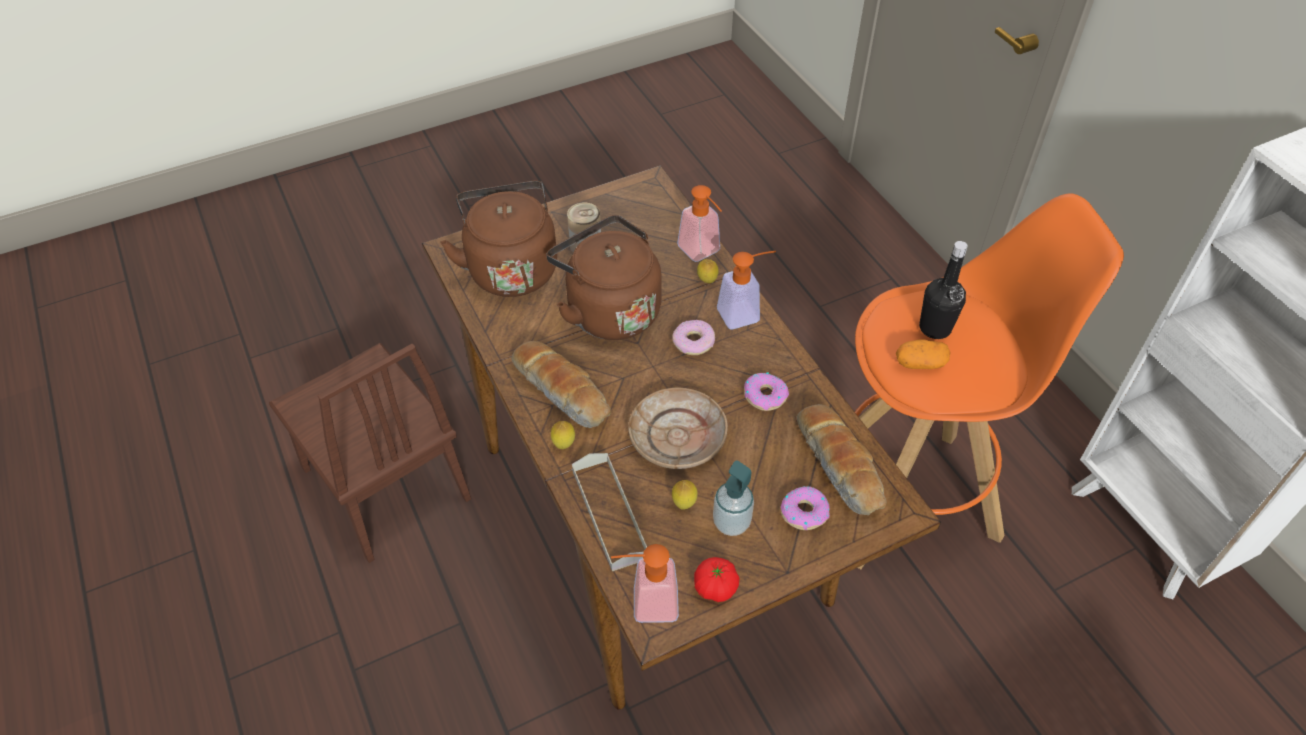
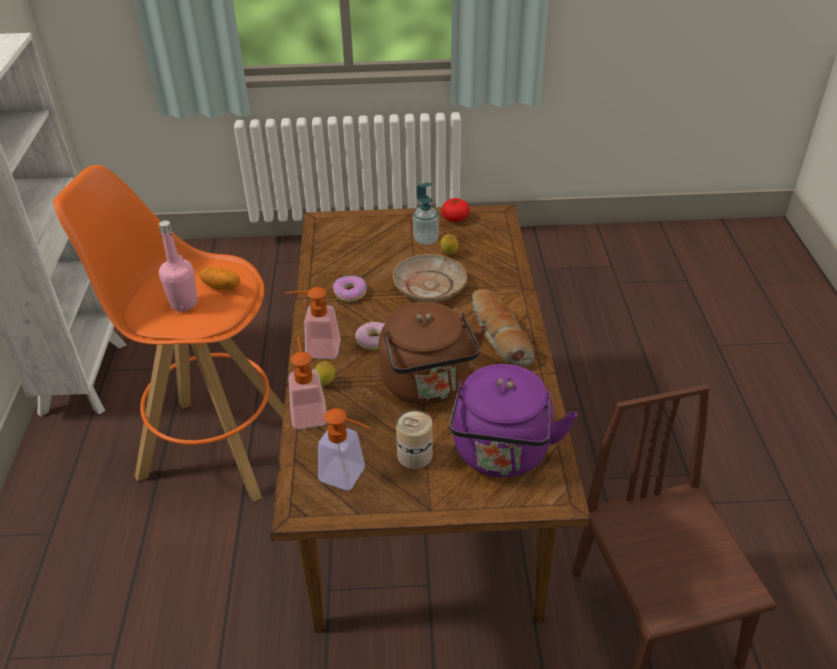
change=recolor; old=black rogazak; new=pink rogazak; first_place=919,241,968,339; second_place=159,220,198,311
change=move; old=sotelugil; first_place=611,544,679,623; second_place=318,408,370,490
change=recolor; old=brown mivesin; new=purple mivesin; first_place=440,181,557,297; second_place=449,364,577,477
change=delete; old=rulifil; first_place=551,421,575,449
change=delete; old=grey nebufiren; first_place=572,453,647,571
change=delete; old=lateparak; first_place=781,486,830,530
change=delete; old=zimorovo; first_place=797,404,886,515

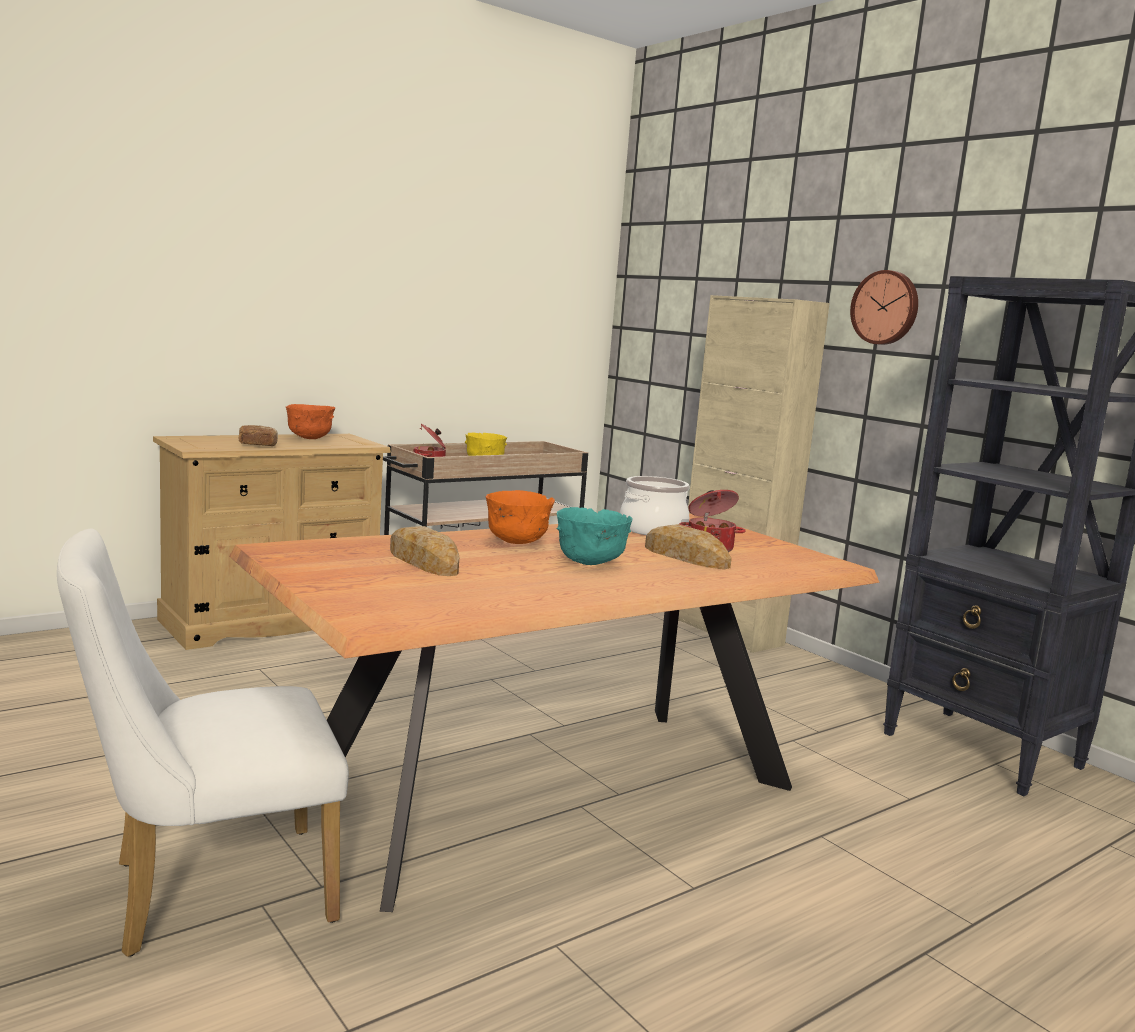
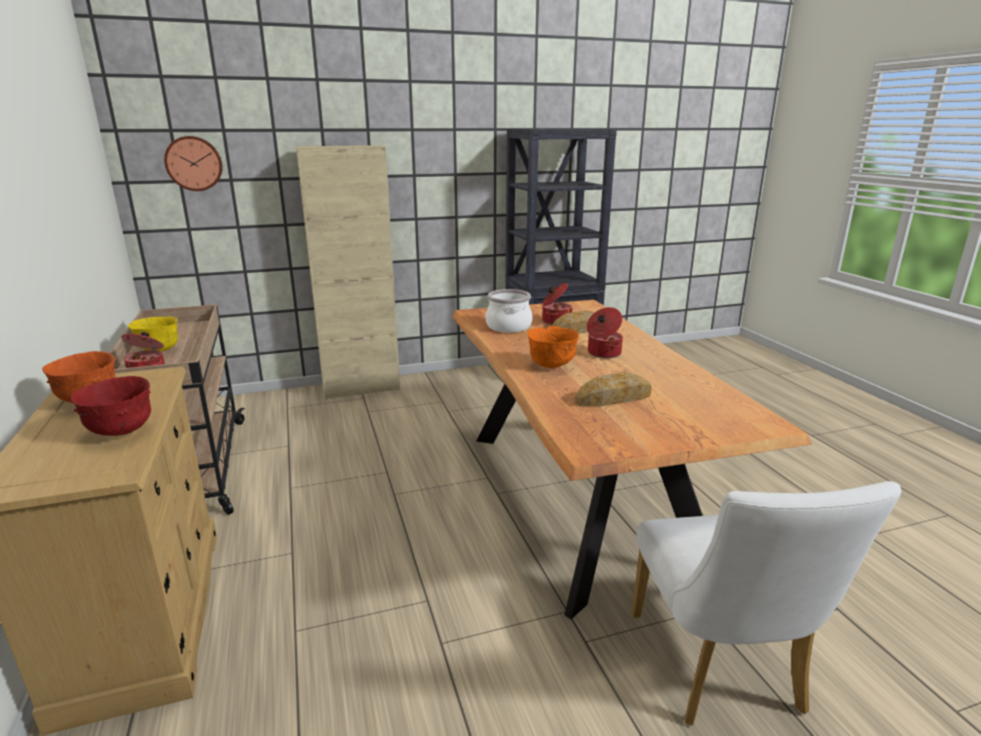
change=replace; old=zimorovo; new=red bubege; first_place=239,425,278,446; second_place=71,376,151,436
change=move; old=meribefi; first_place=850,270,918,345; second_place=164,136,223,191
change=replace; old=turquoise bubege; new=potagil; first_place=556,507,633,565; second_place=587,307,623,358

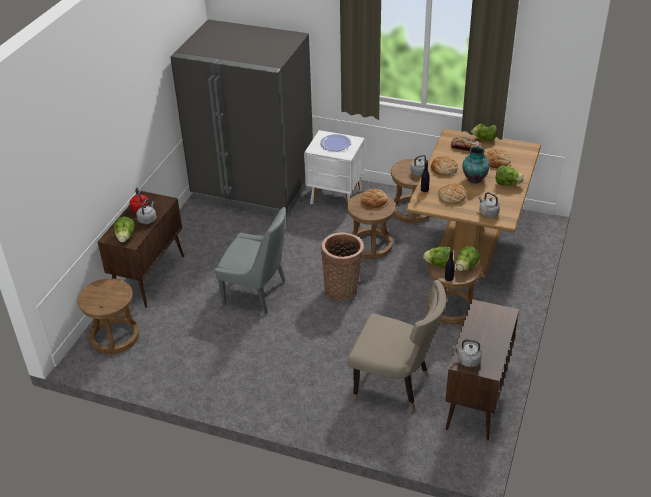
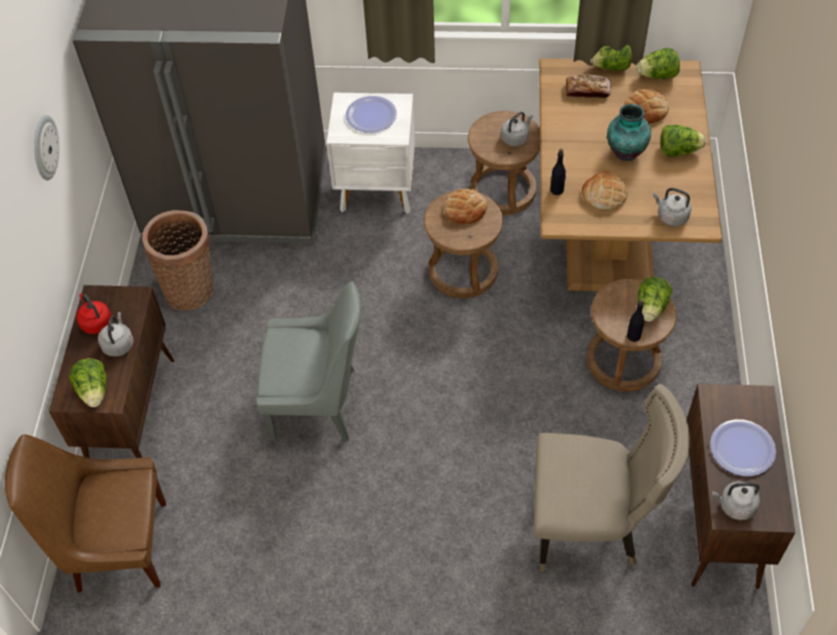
change=replace; old=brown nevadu; new=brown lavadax; first_place=77,278,139,354; second_place=5,434,166,593
change=insert; new=meribefi; second_place=34,115,59,180
change=move; old=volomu; first_place=321,233,364,301; second_place=142,210,213,311
change=move; old=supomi; first_place=423,247,450,267; second_place=636,48,680,79
change=insert; new=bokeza; second_place=710,419,776,476
change=delete; old=zimorovo; first_place=431,156,458,176

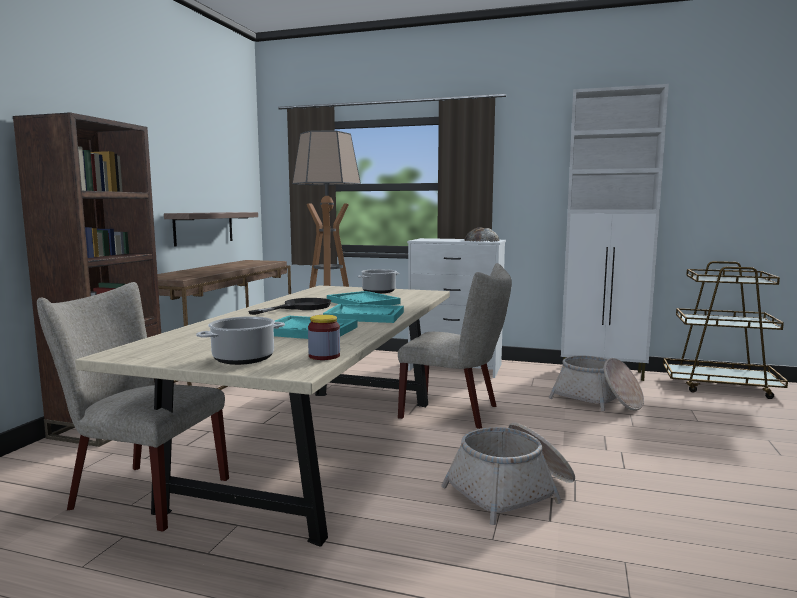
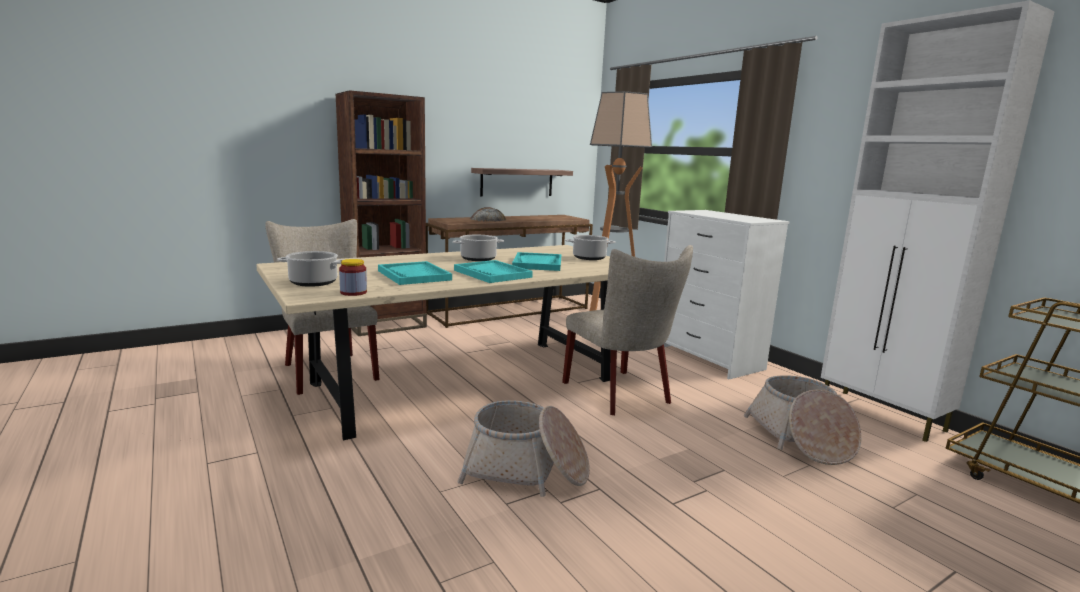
change=replace; old=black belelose; new=potagil; first_place=248,298,331,315; second_place=453,235,504,261
change=move; old=zimorovo; first_place=464,227,500,242; second_place=469,207,506,222

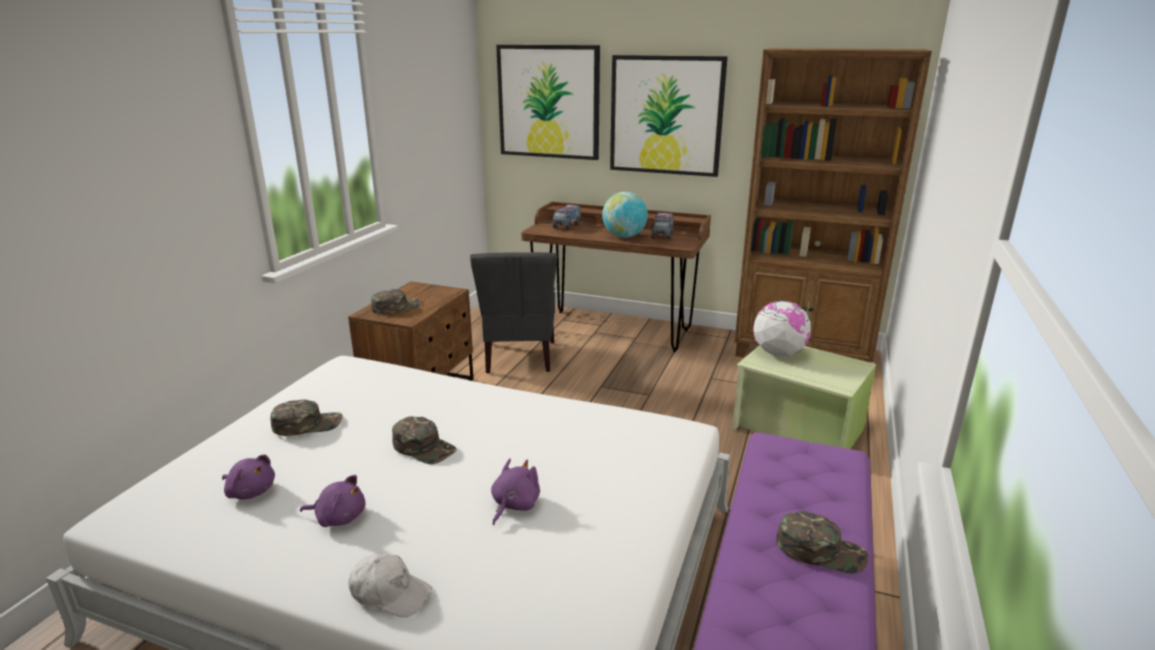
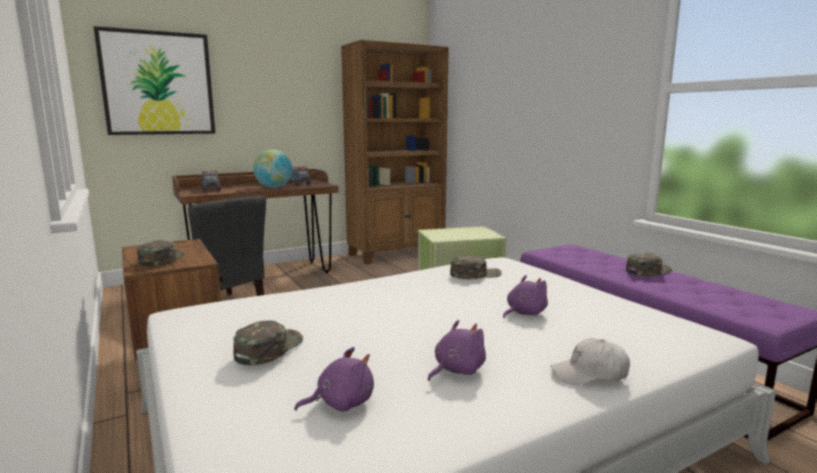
change=move; old=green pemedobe; first_place=392,416,457,464; second_place=450,255,501,279
change=rotate; old=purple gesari; first_place=491,459,540,525; second_place=503,275,548,318; degrees=75
change=rotate; old=white pemedobe; first_place=349,553,432,617; second_place=551,338,630,385; degrees=-150
change=delete; old=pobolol; first_place=610,55,728,177
change=delete; old=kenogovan; first_place=753,300,811,356

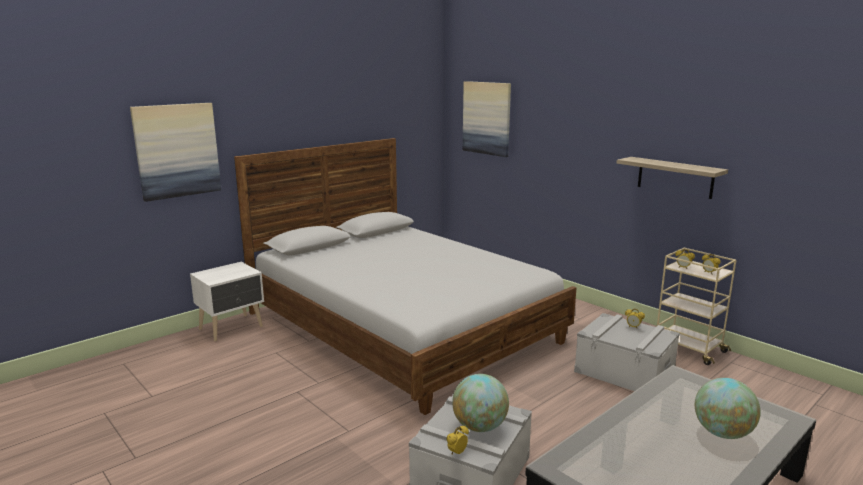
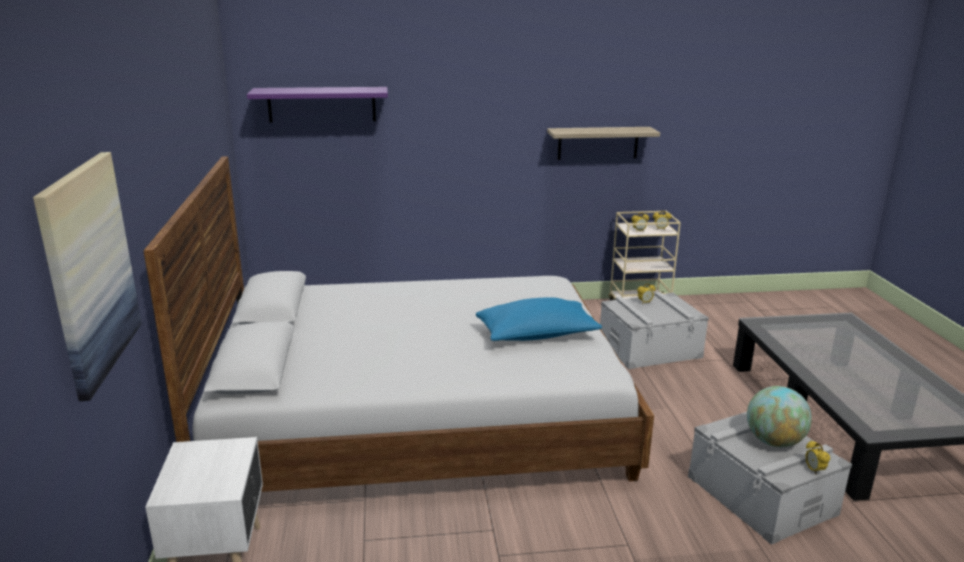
change=replace; old=pobolol; new=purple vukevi; first_place=463,81,511,157; second_place=247,87,388,123
change=insert; new=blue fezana; second_place=476,297,602,341
change=delete; old=kenogovan; first_place=695,378,761,439

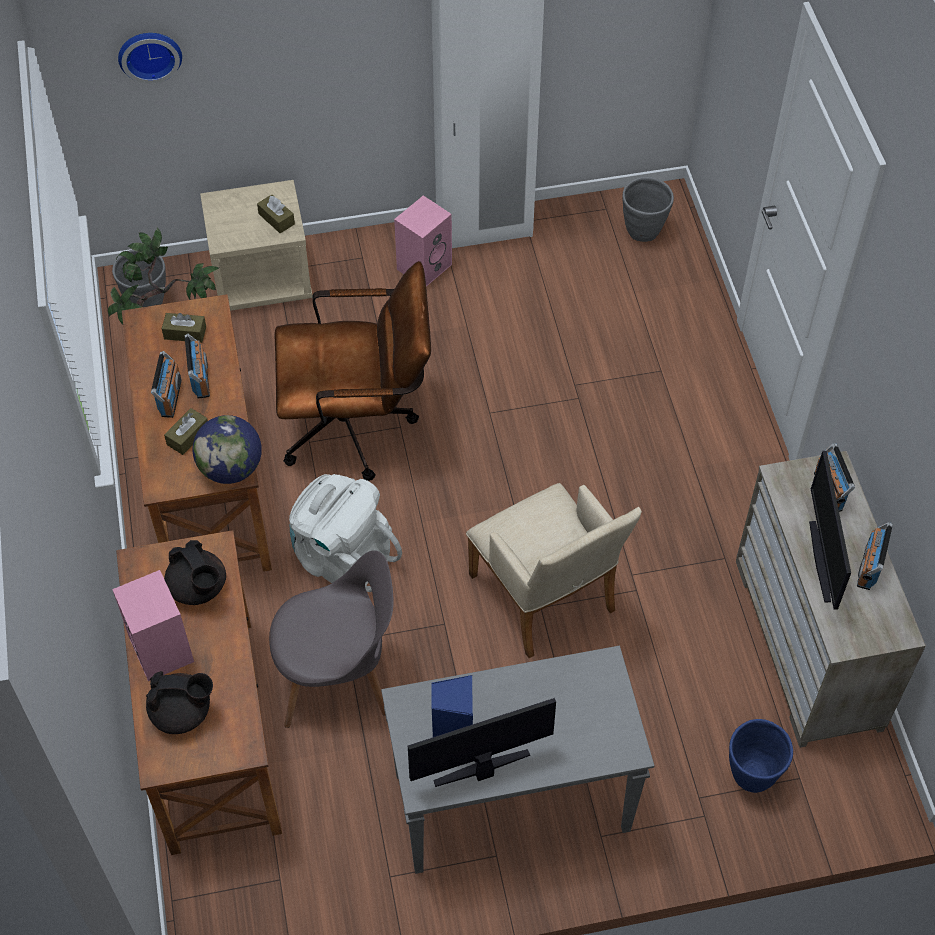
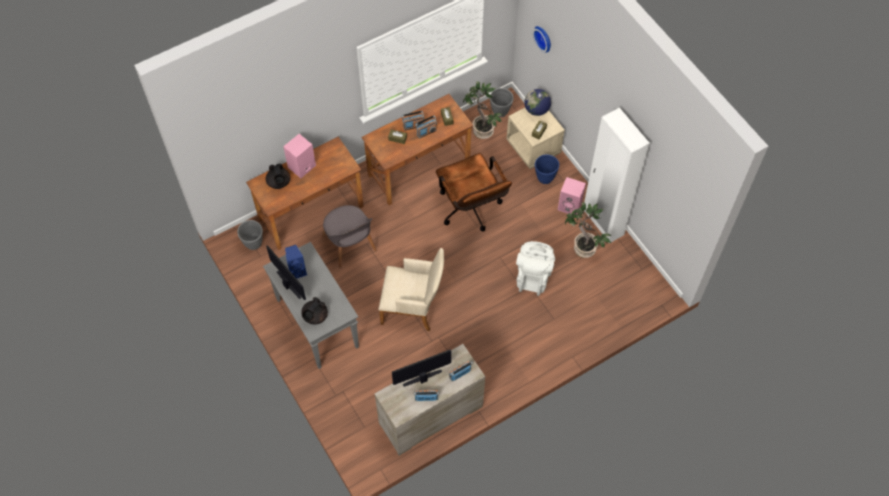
change=move; old=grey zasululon; first_place=622,177,674,242; second_place=237,220,263,250
change=move; old=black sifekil; first_place=164,540,226,605; second_place=301,297,328,324
change=rotate; old=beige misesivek; first_place=466,483,642,658; second_place=378,248,444,331; degrees=-120
change=move; old=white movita; first_place=289,474,402,592; second_place=516,241,555,296
change=move; old=kenogovan; first_place=193,415,262,484; second_place=524,89,551,116
change=move; old=blue zasululon; first_place=729,719,793,793; second_place=535,154,559,184
change=insert; new=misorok; second_place=565,202,611,258

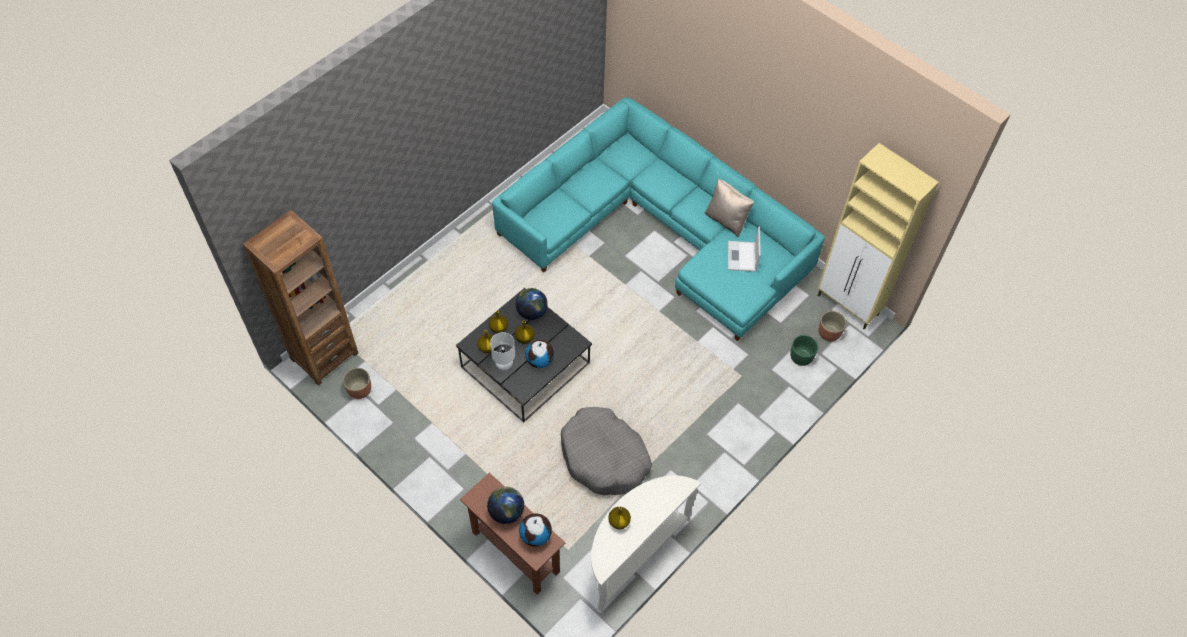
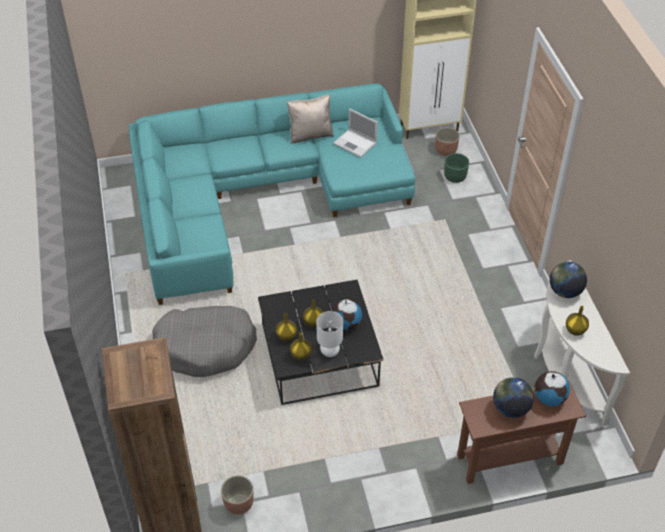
change=move; old=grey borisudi; first_place=561,407,652,495; second_place=152,306,257,377
change=move; old=kenogovan; first_place=516,288,548,320; second_place=550,262,587,298

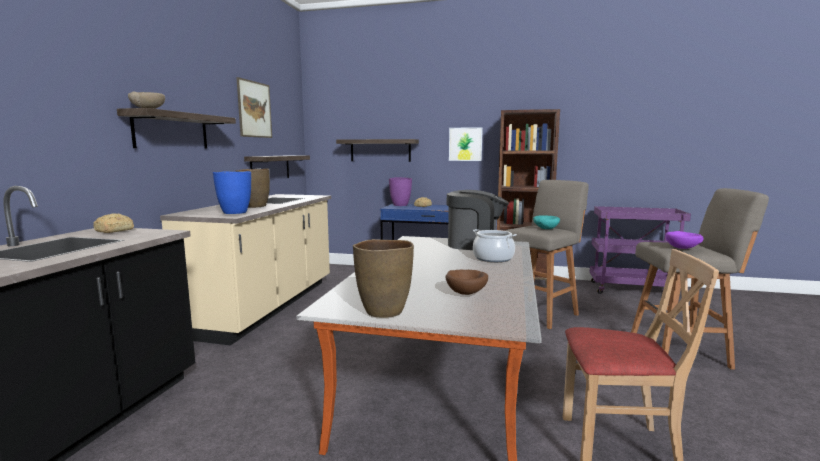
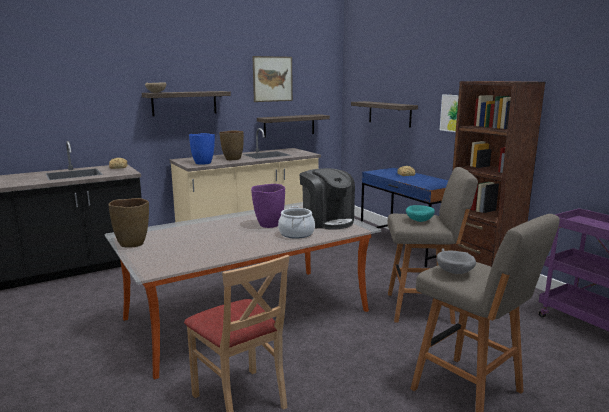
change=move; old=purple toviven; first_place=389,177,412,206; second_place=251,184,285,228
change=recolor; old=purple bubege; new=grey bubege; first_place=665,231,704,249; second_place=437,251,476,274
change=delete; old=brown bubege; first_place=446,270,488,295

